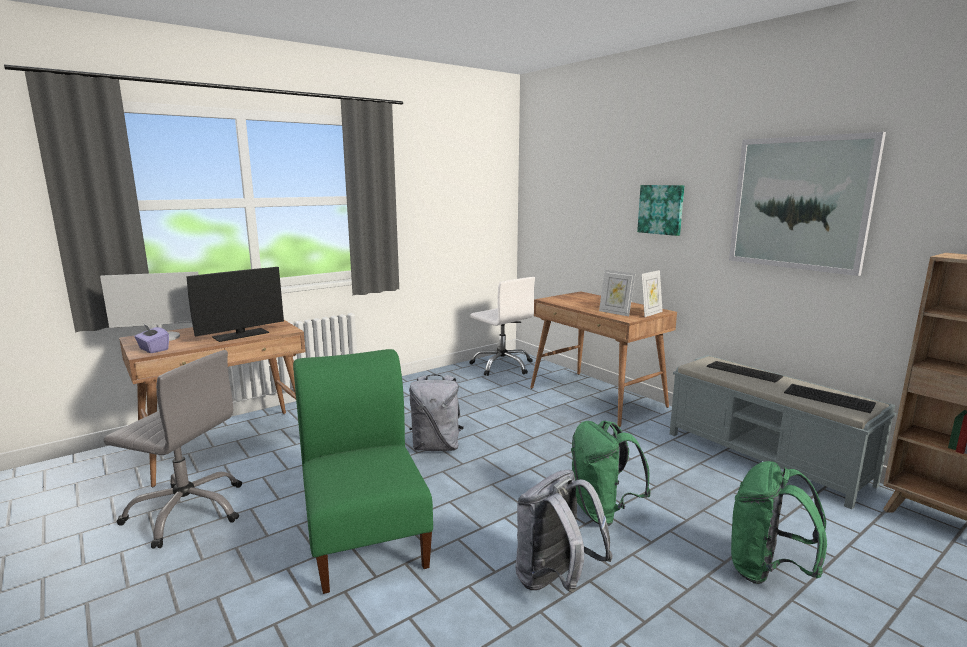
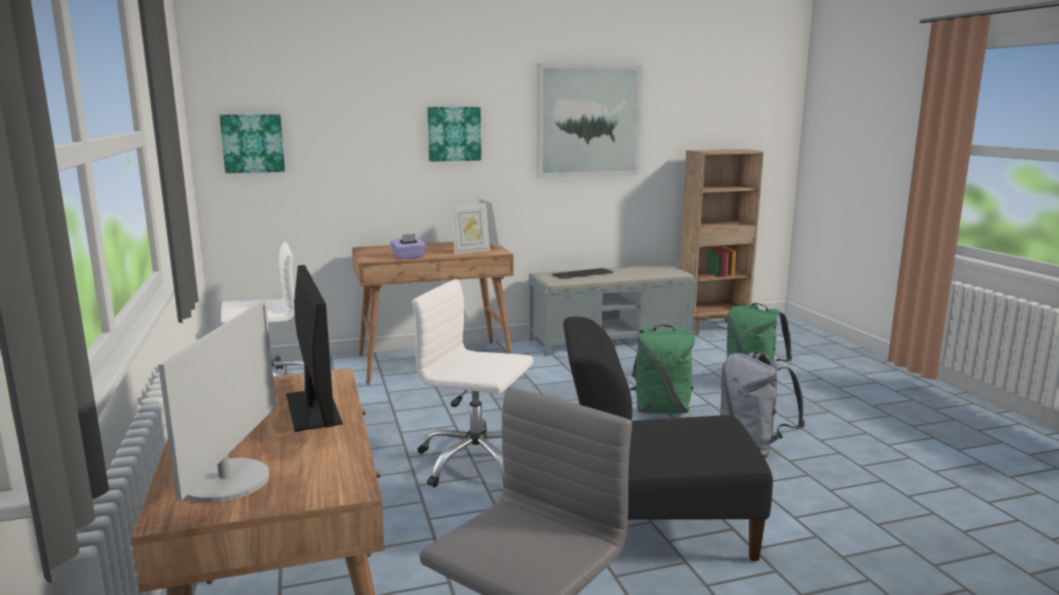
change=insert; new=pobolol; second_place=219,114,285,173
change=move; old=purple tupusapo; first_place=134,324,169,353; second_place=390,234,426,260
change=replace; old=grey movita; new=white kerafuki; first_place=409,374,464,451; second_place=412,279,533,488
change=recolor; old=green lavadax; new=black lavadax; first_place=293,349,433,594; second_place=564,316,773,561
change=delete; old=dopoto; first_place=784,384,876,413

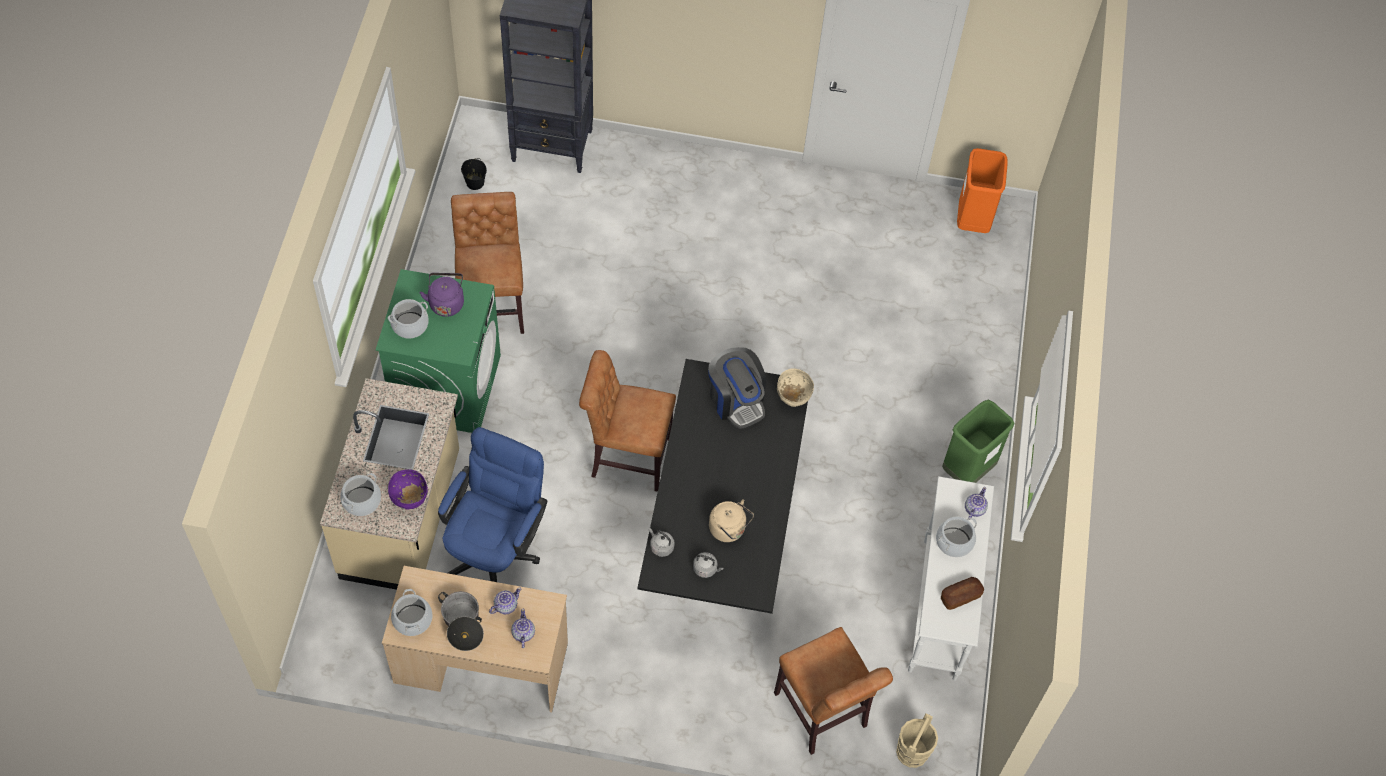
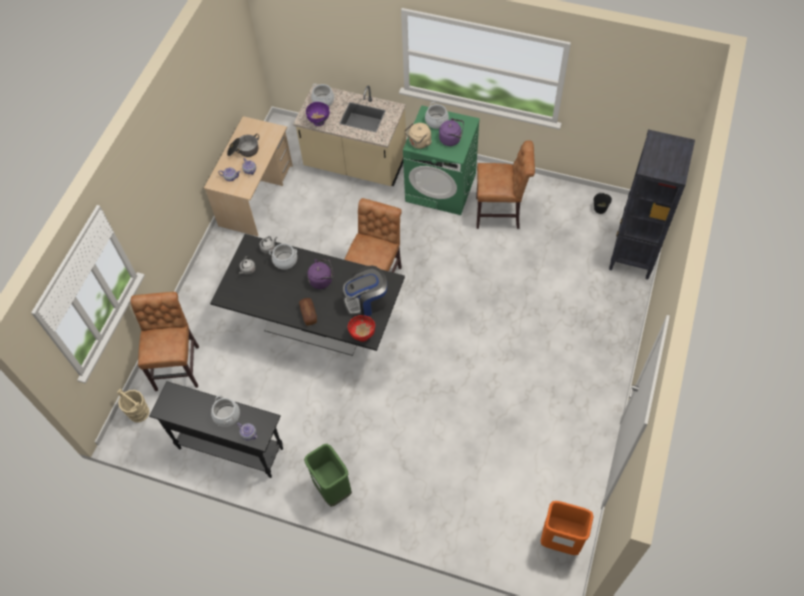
change=rotate; old=brown lavadax; first_place=774,627,893,755; second_place=130,292,199,391; degrees=105
change=recolor; old=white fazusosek; new=black fazusosek; first_place=908,476,994,681; second_place=149,381,283,478
change=move; old=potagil; first_place=391,589,432,636; second_place=269,243,297,270
change=move; old=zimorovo; first_place=941,577,984,610; second_place=299,298,317,326
change=insert; new=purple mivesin; second_place=307,259,334,289
change=recolor; old=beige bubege; new=red bubege; first_place=777,368,814,407; second_place=348,315,375,342
change=move; old=beige mivesin; first_place=709,499,754,542; second_place=404,123,432,149
change=delete; old=blue kerafuki; first_place=438,427,547,582

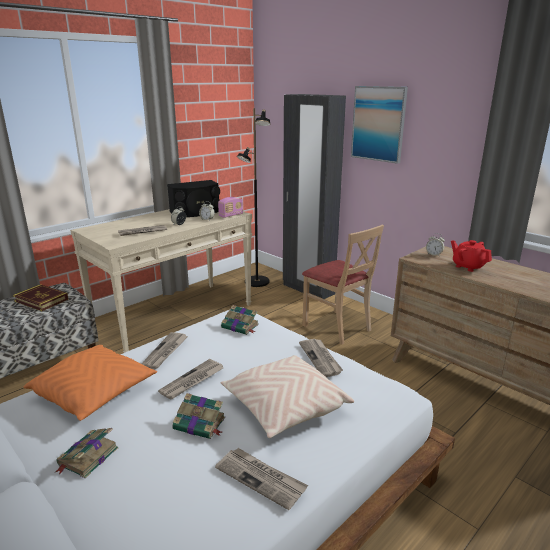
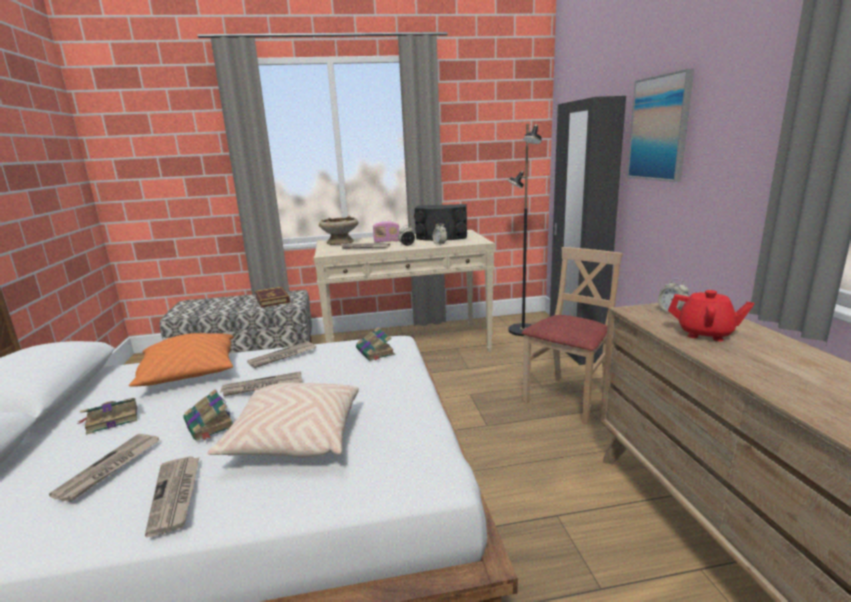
change=move; old=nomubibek; first_place=299,339,343,377; second_place=49,434,160,502
change=insert; new=beige bubege; second_place=319,216,358,245
change=move; old=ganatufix; first_place=218,197,243,218; second_place=373,221,399,243
change=rotate; old=beige lavadax; first_place=302,224,384,345; second_place=522,247,623,425; degrees=-135
change=rotate; old=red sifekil; first_place=451,240,492,272; second_place=668,290,754,341; degrees=120

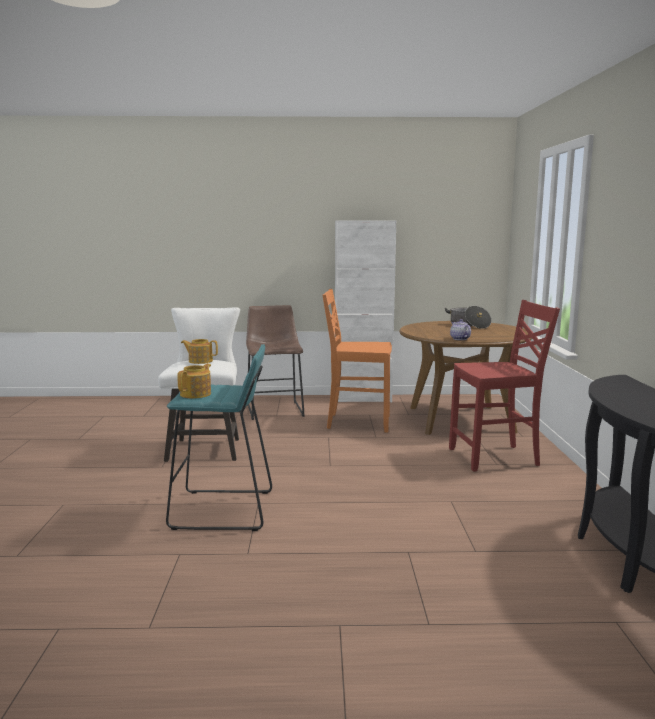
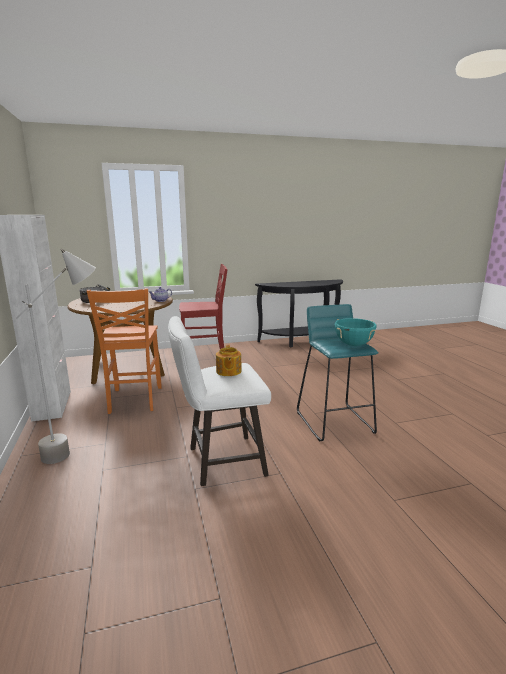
change=replace; old=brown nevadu; new=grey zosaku; first_place=246,305,304,420; second_place=16,249,96,464
change=rotate; old=red lavadax; first_place=449,300,560,472; second_place=179,264,228,349; degrees=105
change=replace; old=sifekil; new=turquoise potagil; first_place=177,364,211,398; second_place=335,318,376,346

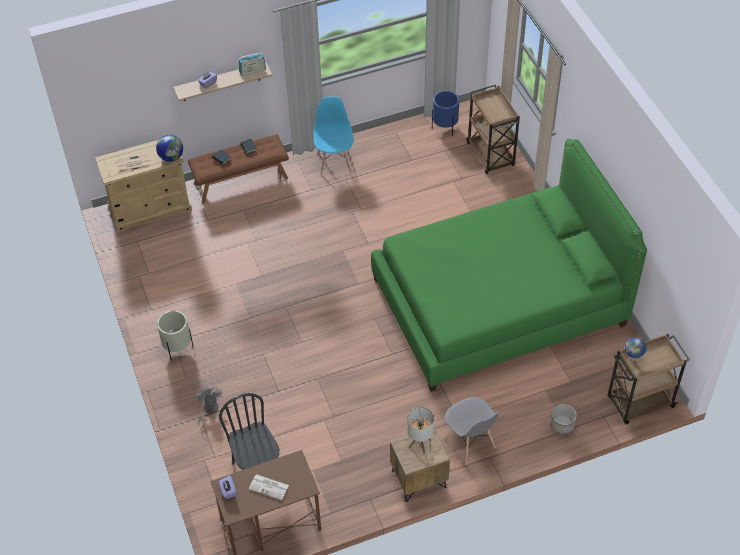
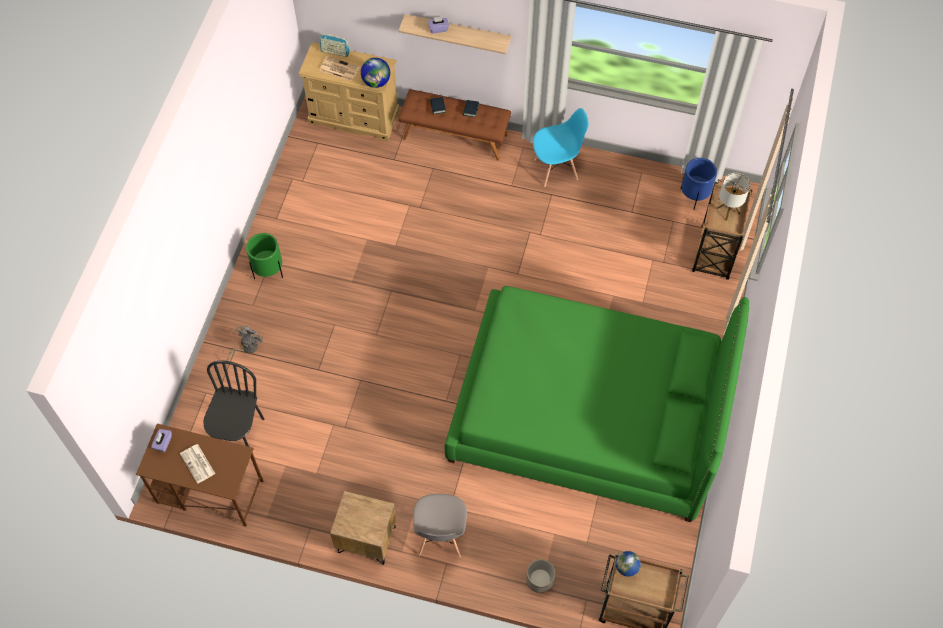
change=recolor; old=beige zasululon; new=green zasululon; first_place=157,310,193,360; second_place=246,233,283,279
change=move; old=ganatufix; first_place=239,53,266,76; second_place=320,34,350,57
change=rotate; old=blue lavadax; first_place=314,96,354,175; second_place=533,108,589,187; degrees=45
change=move; old=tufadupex; first_place=407,407,434,454; second_place=716,173,750,221

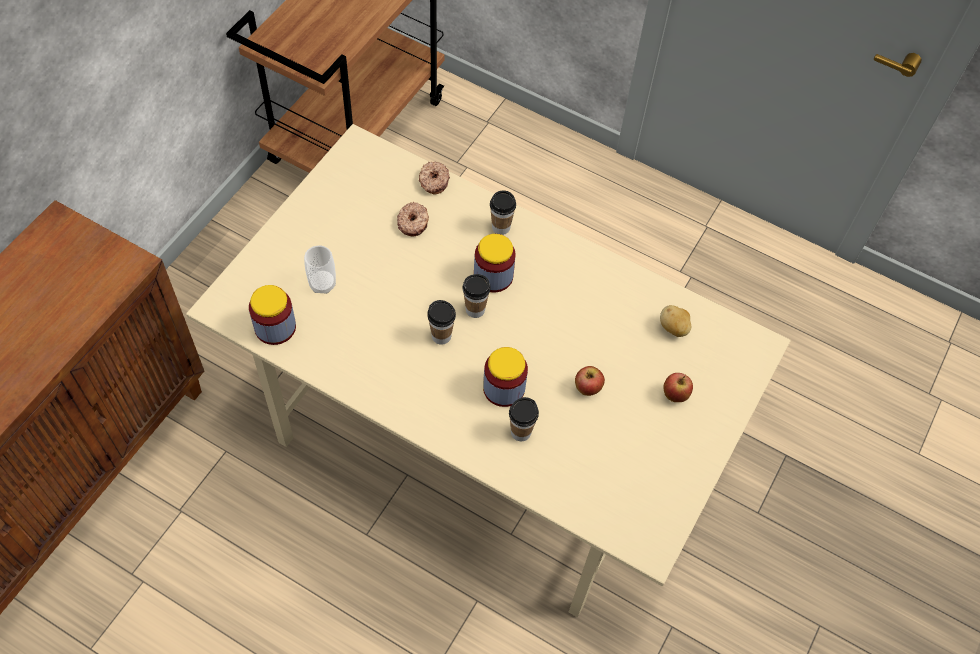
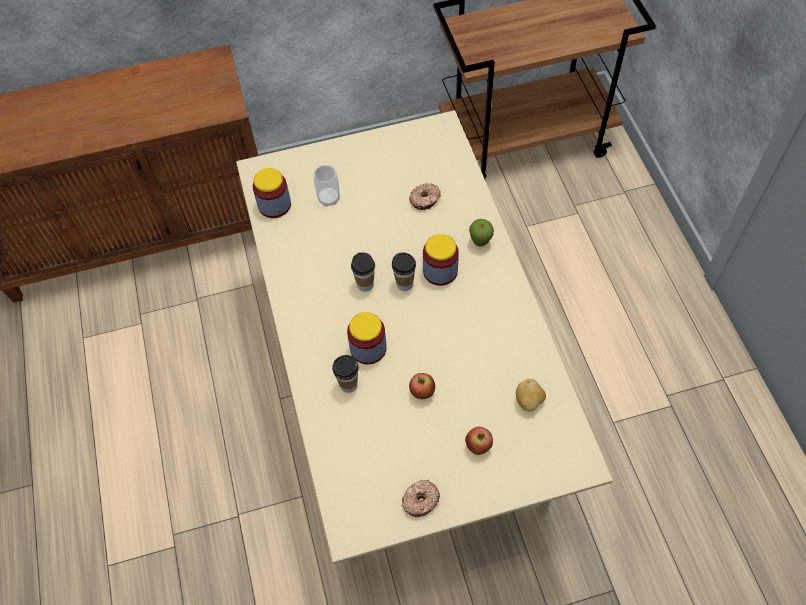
change=move; old=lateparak; first_place=419,161,450,194; second_place=402,480,440,517
change=replace; old=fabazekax; new=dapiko; first_place=490,190,516,235; second_place=469,219,494,247

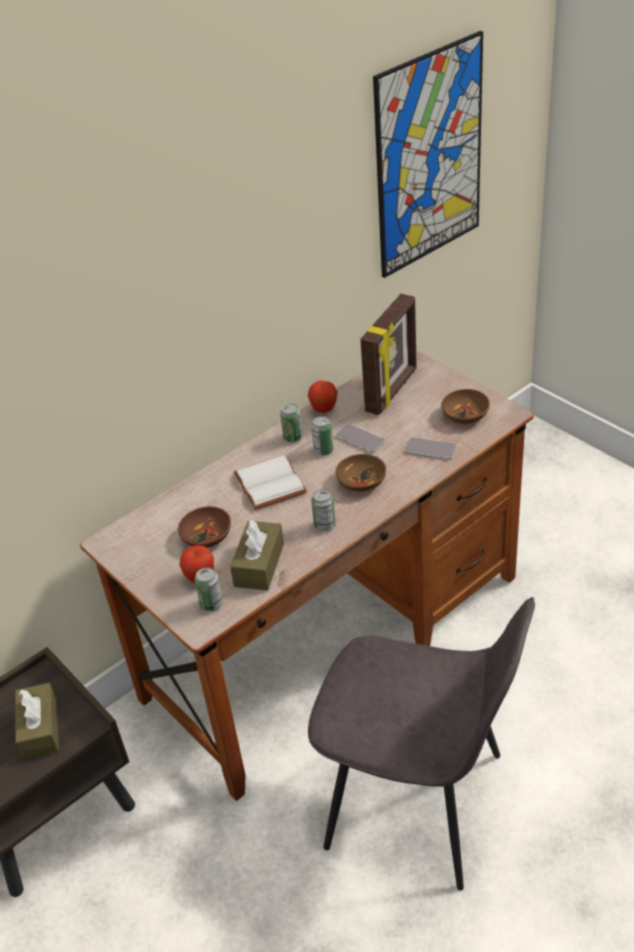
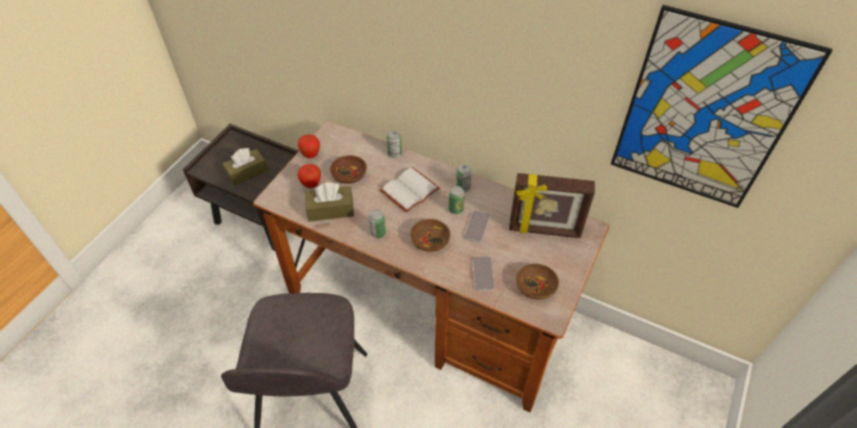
change=move; old=dapiko; first_place=308,381,338,413; second_place=298,134,320,158
change=move; old=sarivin; first_place=195,567,223,612; second_place=387,131,402,158

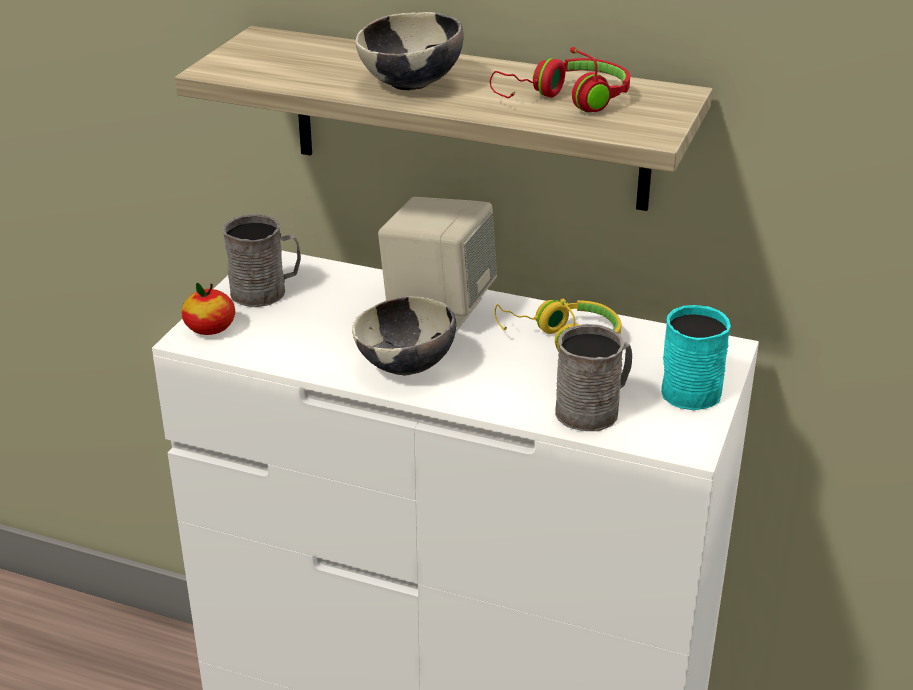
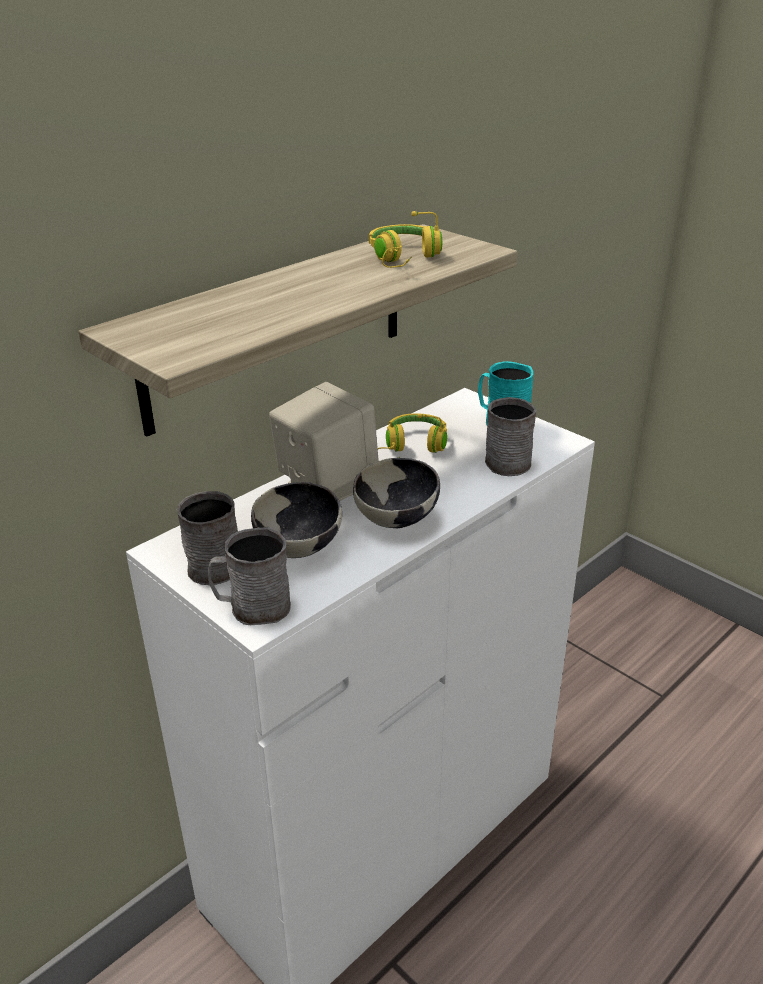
change=replace; old=dapiko; new=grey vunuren; first_place=182,283,235,335; second_place=208,527,291,625
change=move; old=bubege; first_place=355,12,464,91; second_place=251,482,342,558
change=recolor; old=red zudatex; new=yellow zudatex; first_place=490,47,630,112; second_place=369,211,442,268

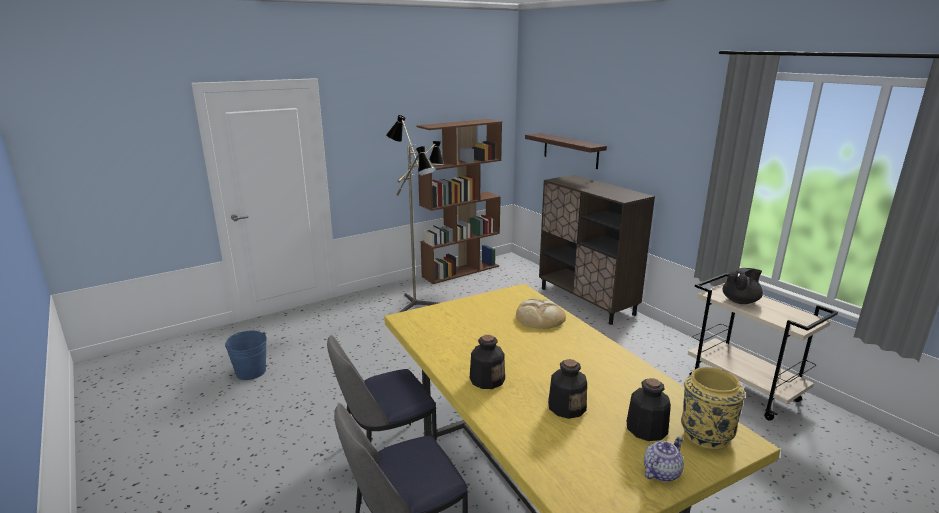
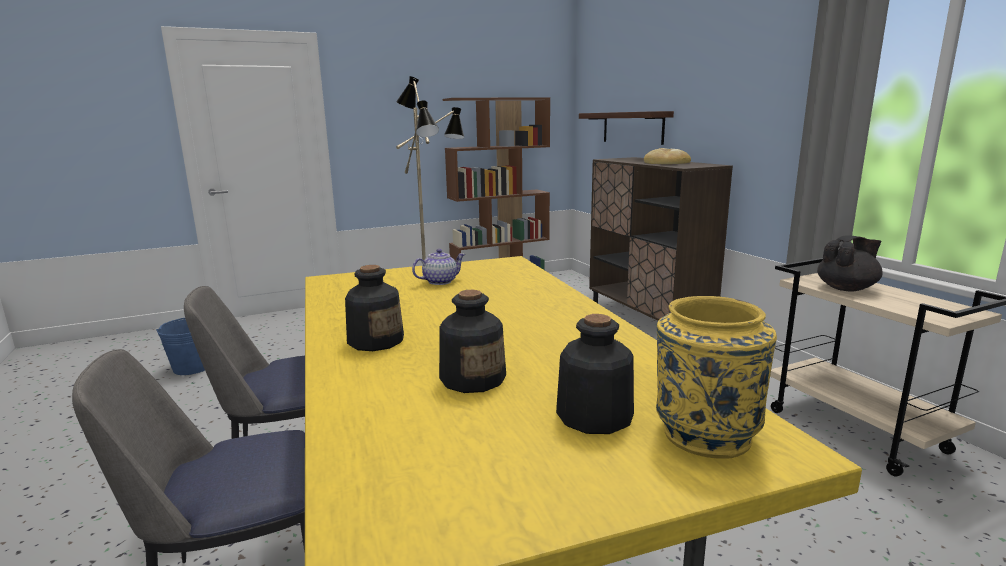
change=move; old=sifekil; first_place=644,437,684,482; second_place=412,249,465,285
change=move; old=zimorovo; first_place=516,298,566,329; second_place=644,148,691,164

